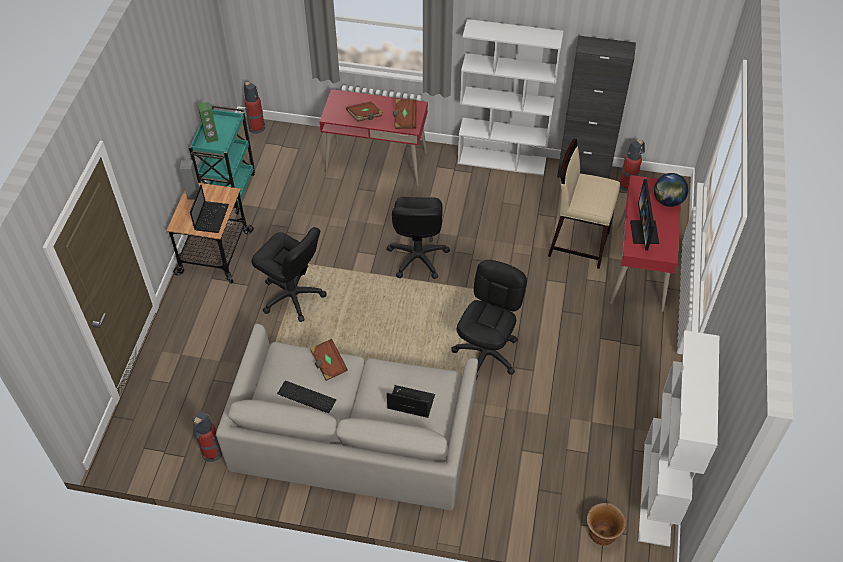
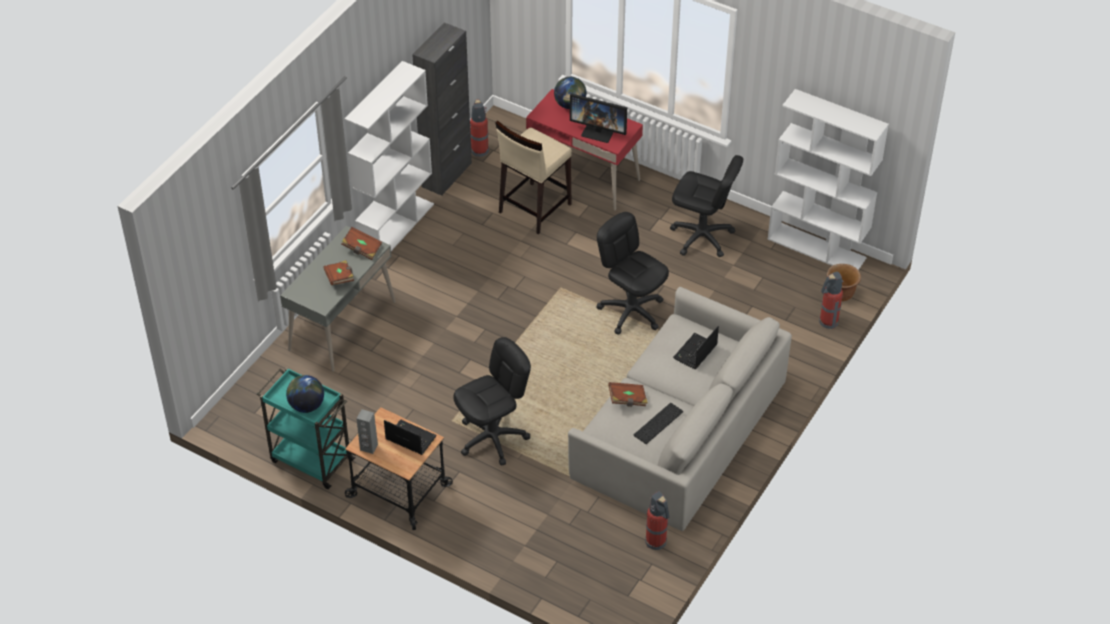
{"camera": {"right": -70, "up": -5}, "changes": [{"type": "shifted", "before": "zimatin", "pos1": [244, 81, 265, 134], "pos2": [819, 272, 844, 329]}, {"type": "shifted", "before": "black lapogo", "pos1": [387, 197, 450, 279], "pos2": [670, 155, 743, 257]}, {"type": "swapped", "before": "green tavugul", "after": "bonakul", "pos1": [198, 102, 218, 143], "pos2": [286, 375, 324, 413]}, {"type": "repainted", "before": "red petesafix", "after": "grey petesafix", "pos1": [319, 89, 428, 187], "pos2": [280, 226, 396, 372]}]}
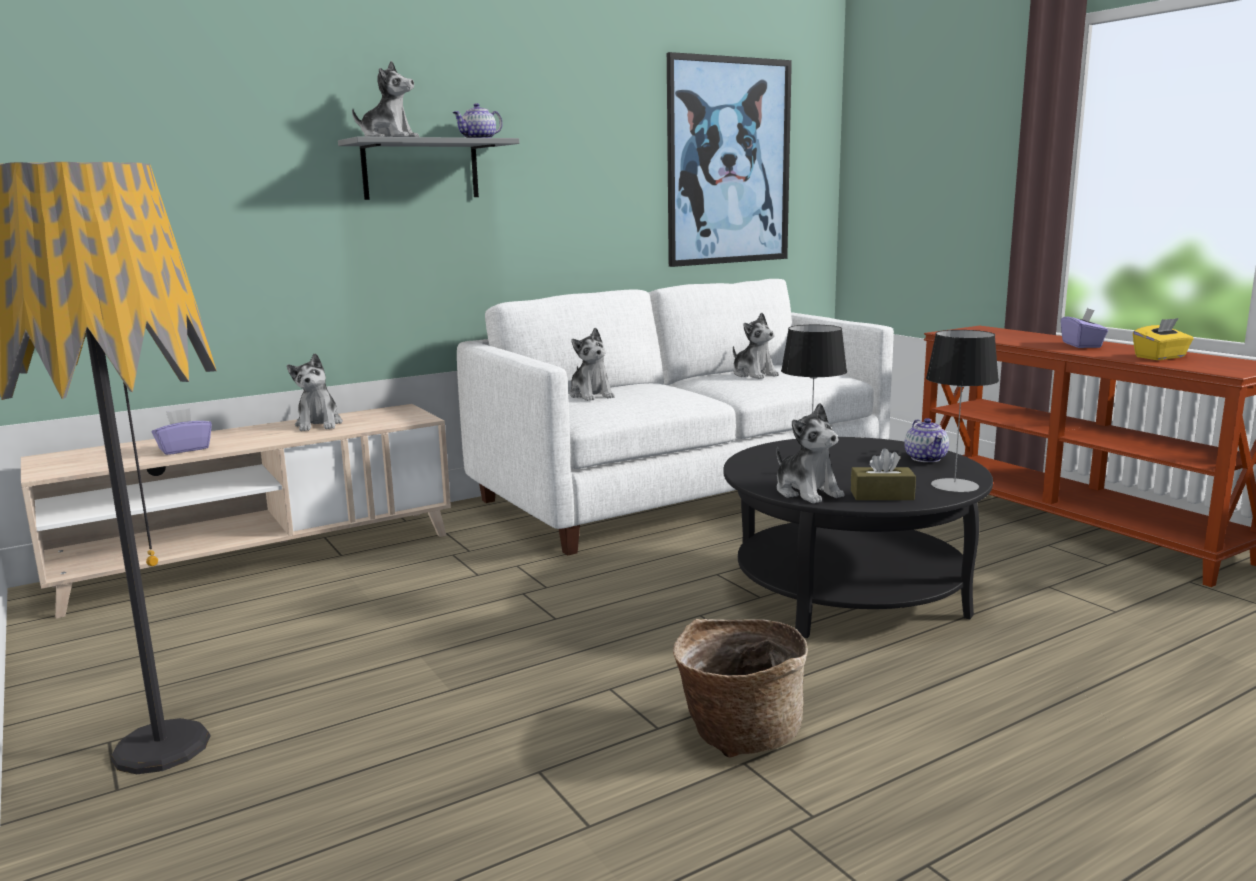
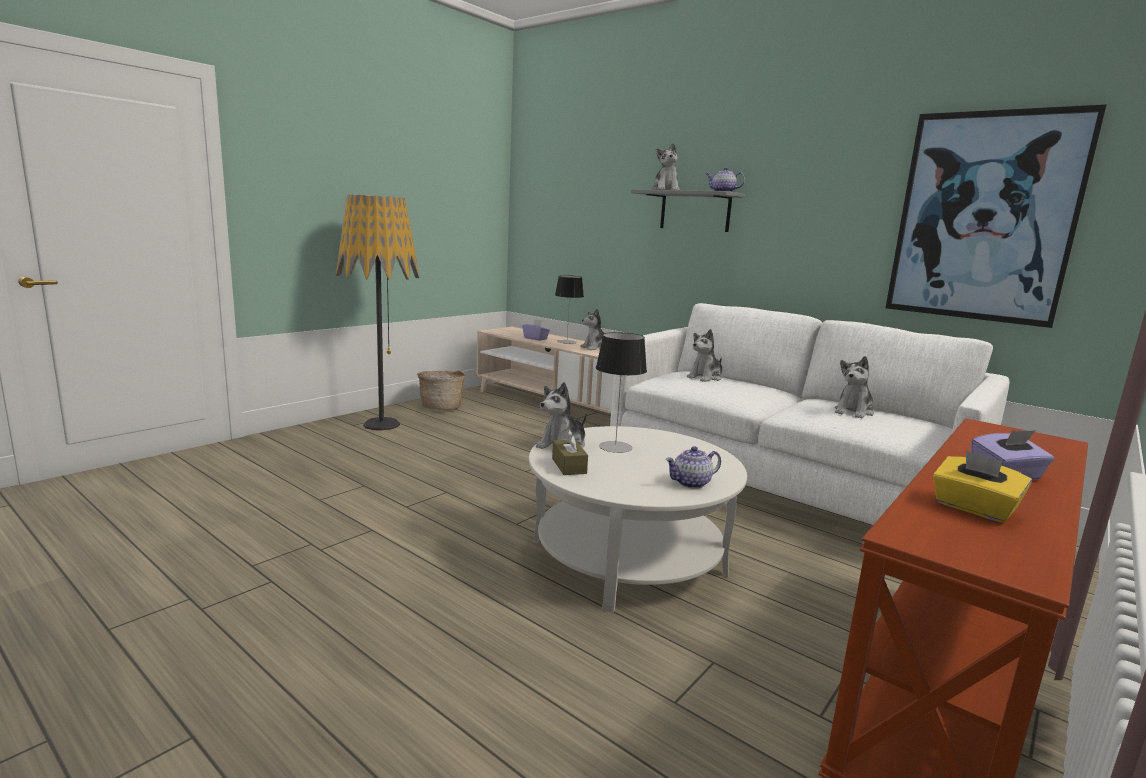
{"camera": {"right": 70, "up": 0}, "changes": [{"type": "shifted", "before": "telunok", "pos1": [673, 619, 808, 758], "pos2": [417, 370, 466, 410]}, {"type": "shifted", "before": "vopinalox", "pos1": [926, 330, 999, 492], "pos2": [555, 275, 584, 344]}, {"type": "repainted", "before": "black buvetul", "after": "white buvetul", "pos1": [723, 437, 993, 638], "pos2": [529, 426, 747, 612]}]}
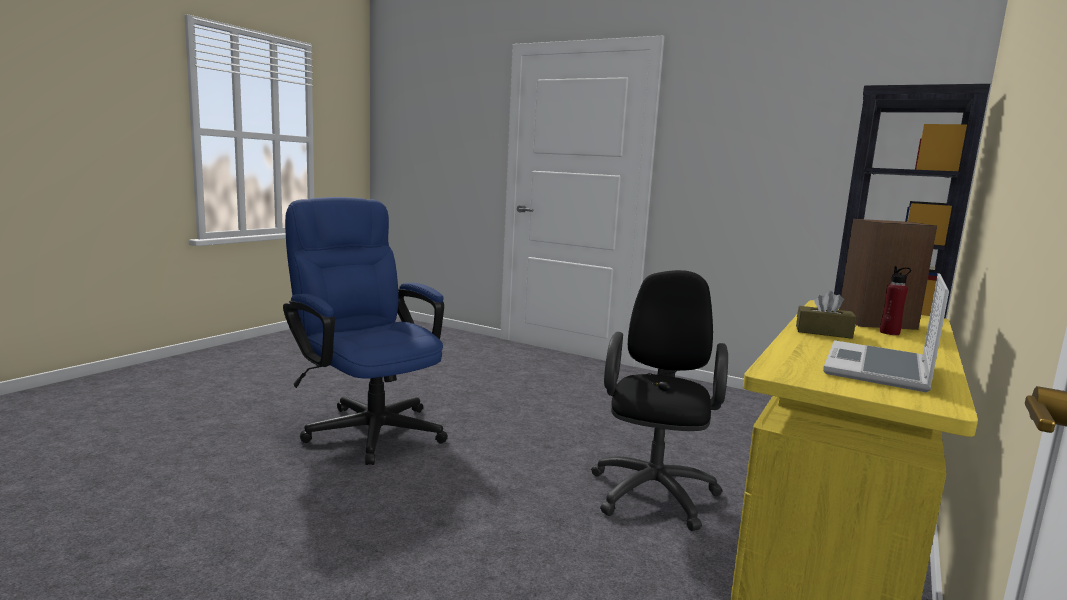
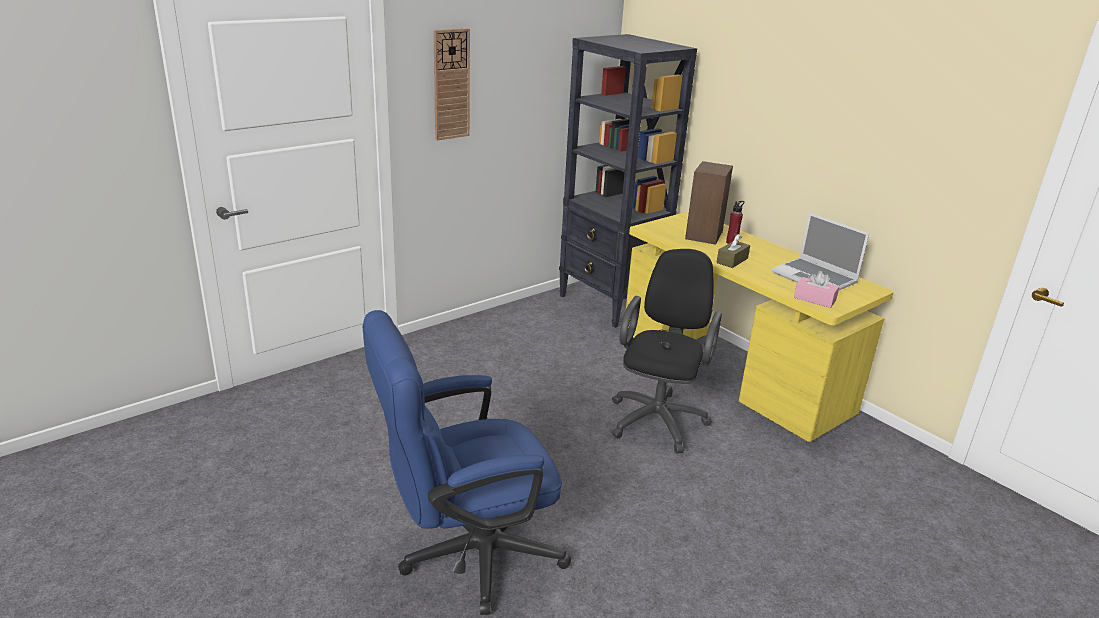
{"camera": {"right": -70, "up": 15}, "changes": [{"type": "new", "after": "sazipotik", "pos2": [433, 28, 470, 141]}, {"type": "new", "after": "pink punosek", "pos2": [794, 271, 839, 308]}, {"type": "rotated", "before": "black lapogo", "pos1": [591, 270, 728, 531], "pos2": [611, 249, 722, 454], "turn": 75}]}
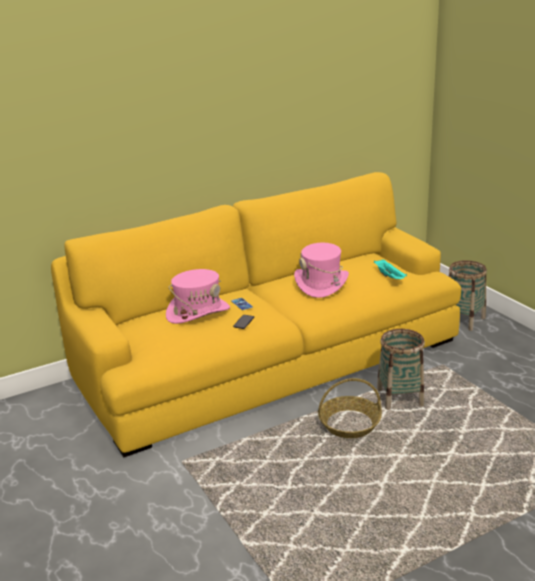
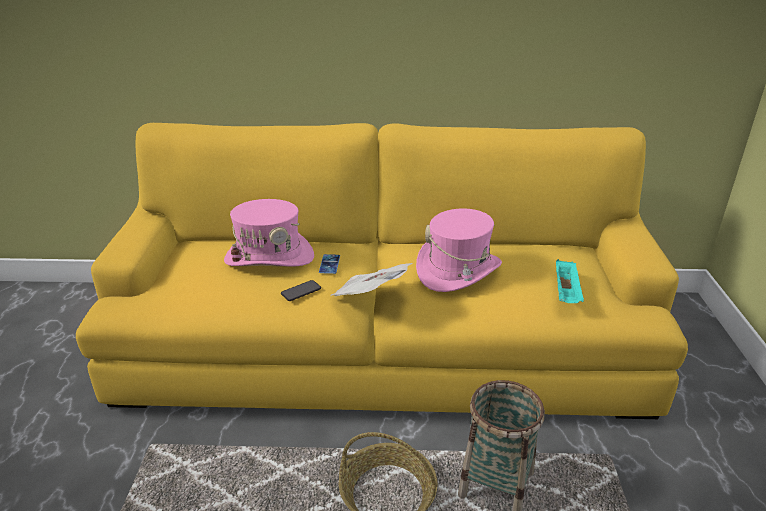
{"camera": {"right": 30, "up": 5}, "changes": [{"type": "gone", "before": "telunok", "pos1": [449, 260, 487, 331]}, {"type": "new", "after": "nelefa", "pos2": [330, 263, 412, 296]}]}
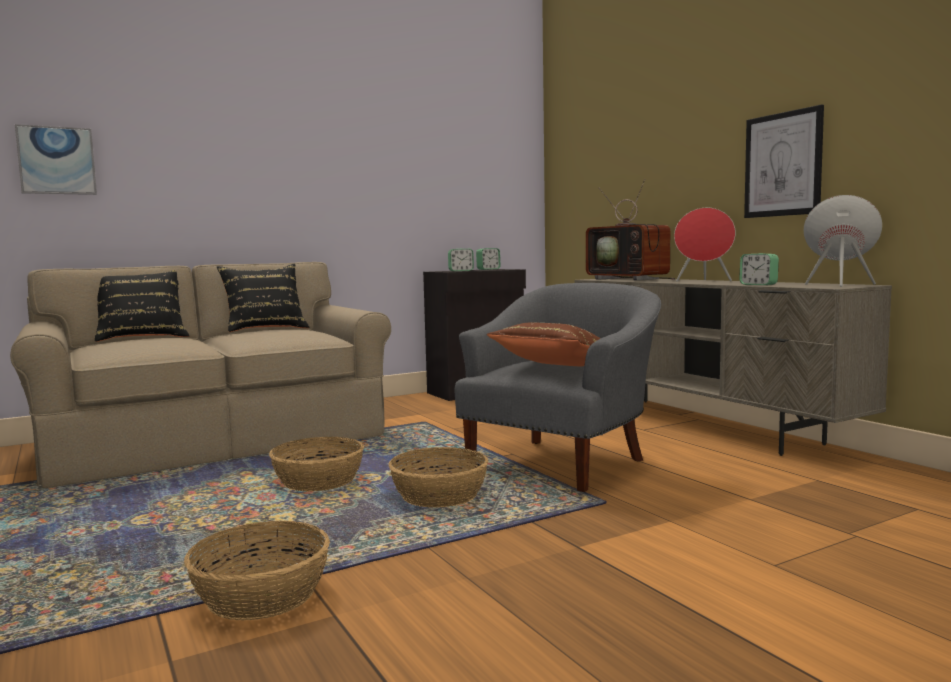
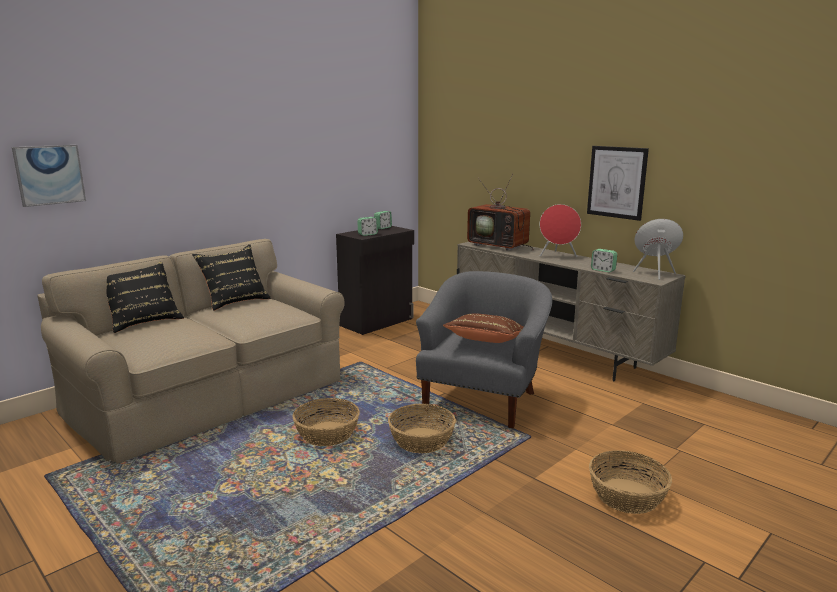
{"camera": {"right": -15, "up": 10}, "changes": [{"type": "shifted", "before": "telunok", "pos1": [184, 521, 330, 620], "pos2": [589, 450, 672, 514]}]}
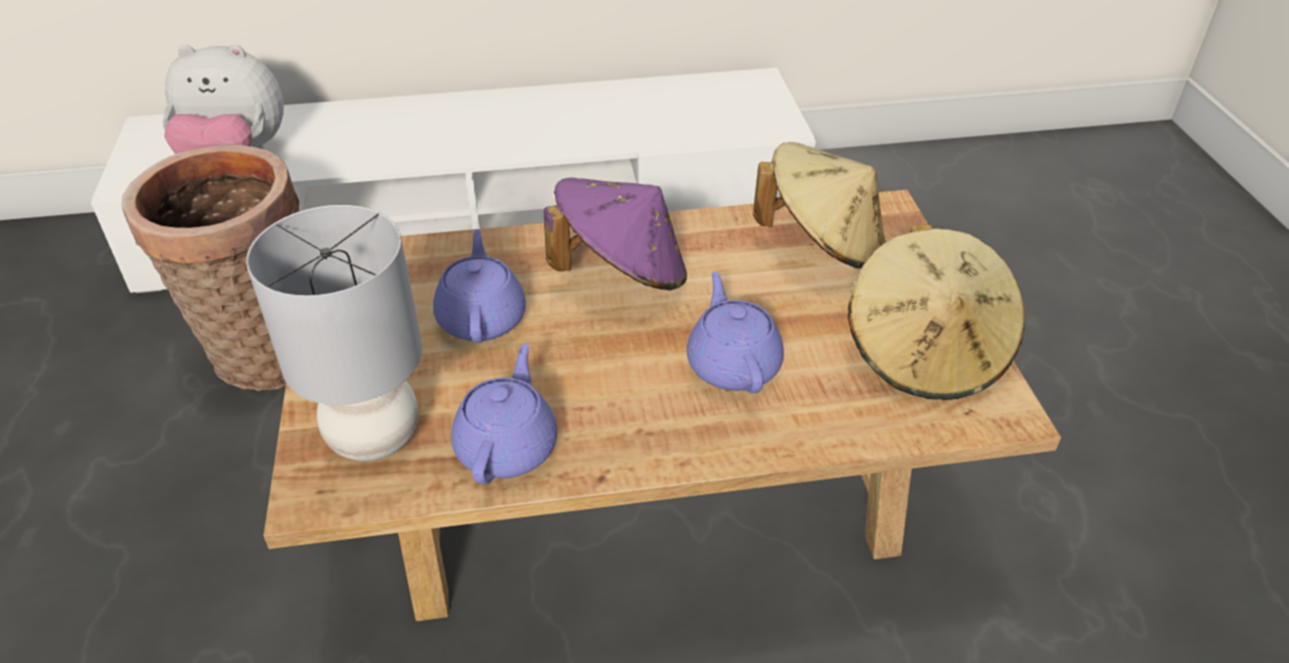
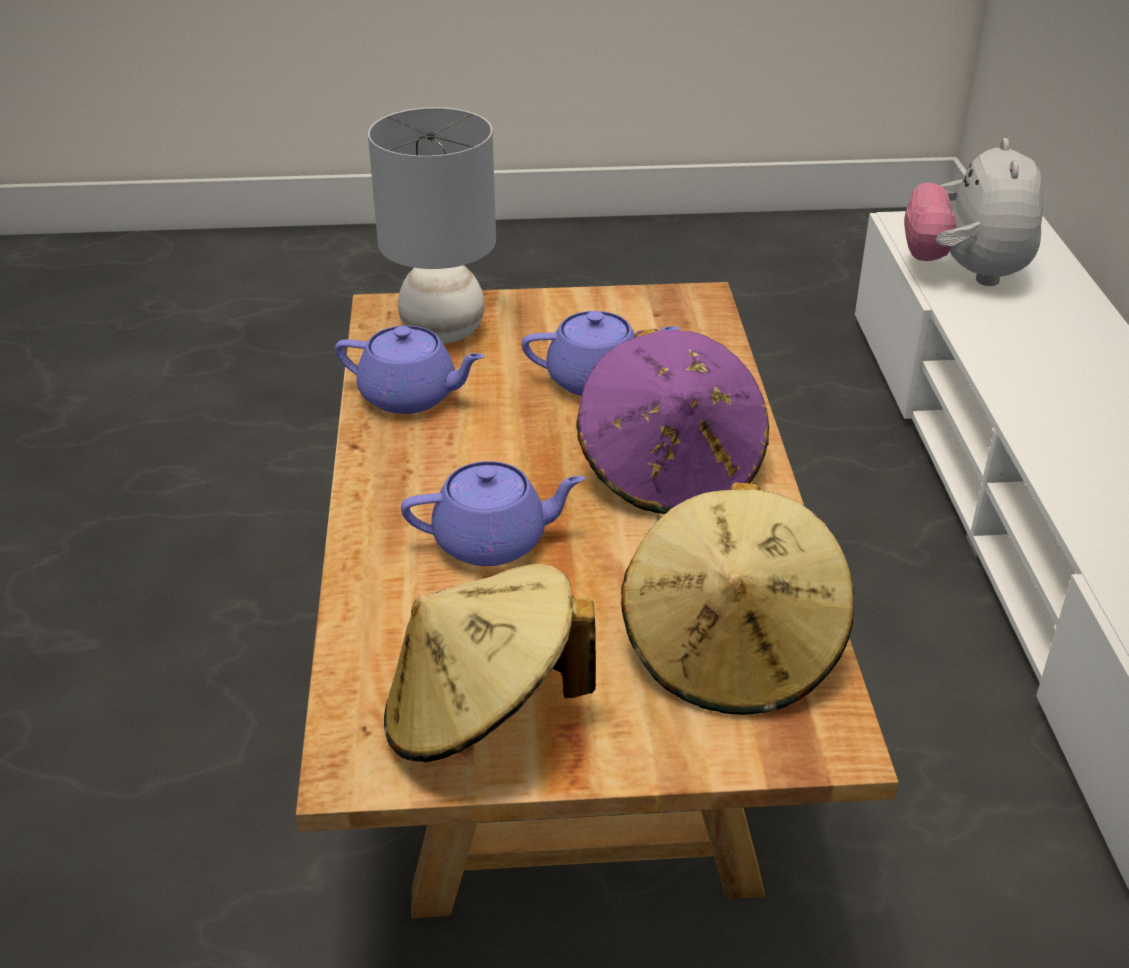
{"camera": {"right": 95, "up": -5}, "changes": [{"type": "gone", "before": "telunok", "pos1": [122, 145, 299, 391]}]}
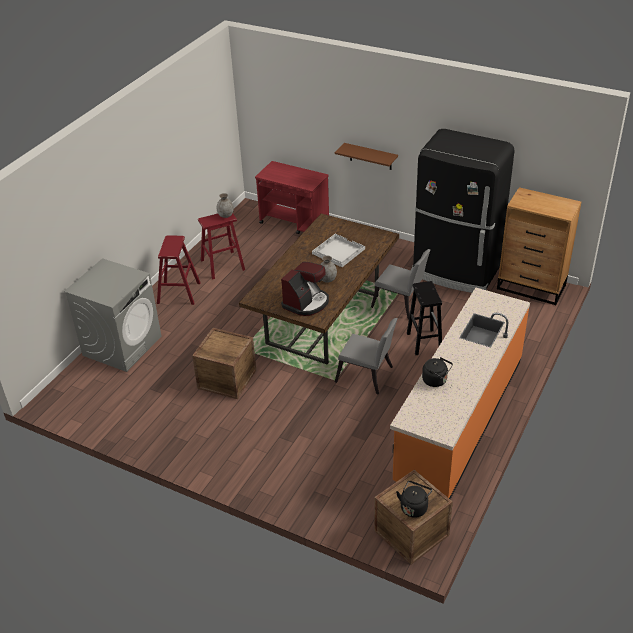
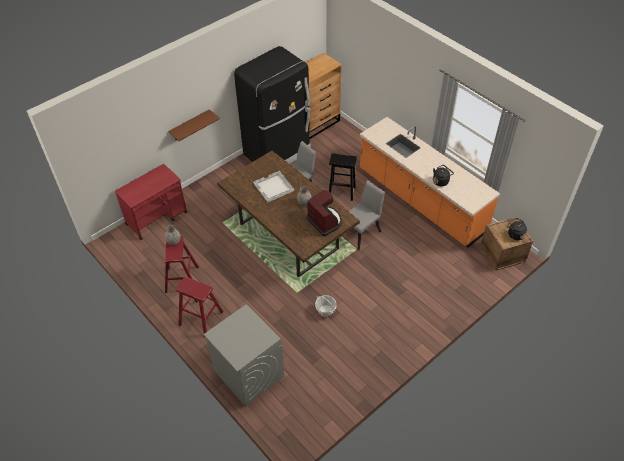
{"camera": {"right": -70, "up": 10}, "changes": [{"type": "swapped", "before": "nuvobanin", "after": "telunok", "pos1": [192, 328, 256, 399], "pos2": [315, 295, 337, 317]}]}
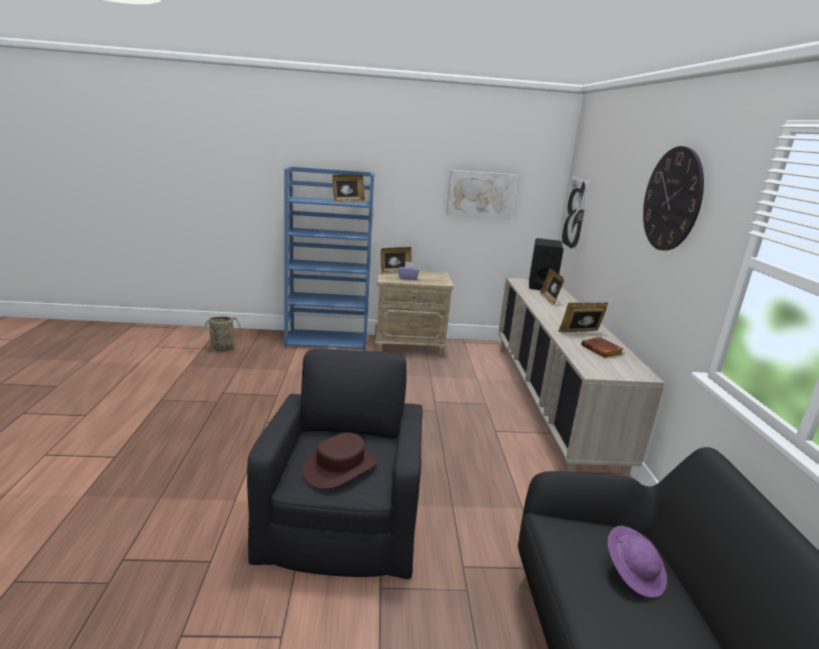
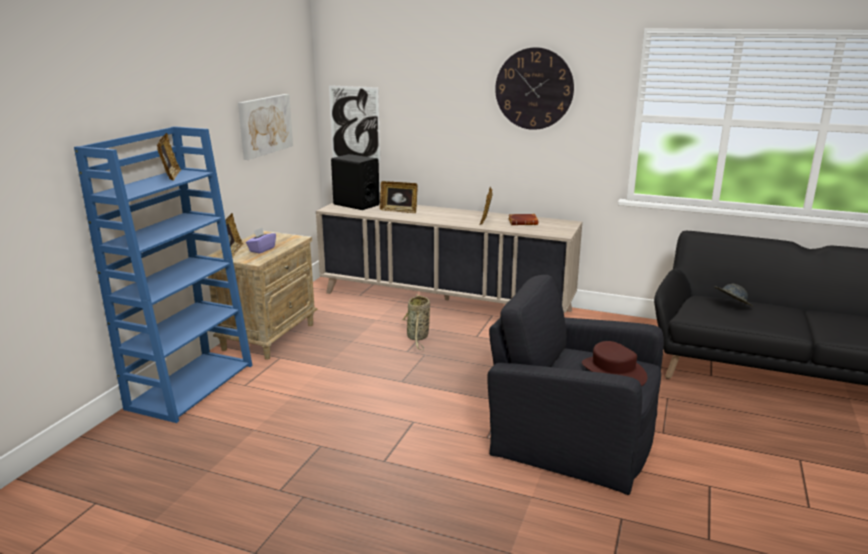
{"camera": {"right": -65, "up": 0}, "changes": [{"type": "shifted", "before": "telunok", "pos1": [187, 316, 246, 352], "pos2": [403, 294, 430, 350]}, {"type": "repainted", "before": "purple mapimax", "after": "grey mapimax", "pos1": [607, 526, 667, 598], "pos2": [714, 284, 754, 307]}]}
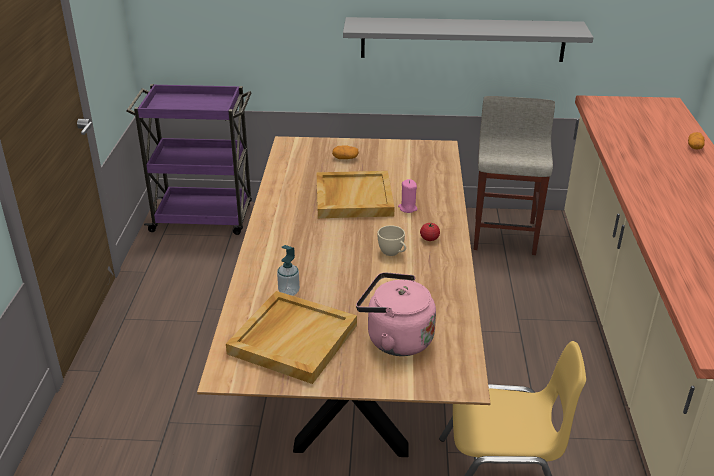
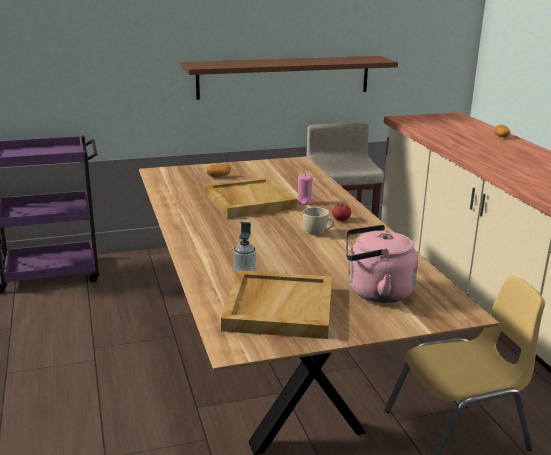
{"camera": {"right": -20, "up": -10}, "changes": [{"type": "repainted", "before": "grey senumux", "after": "brown senumux", "pos1": [343, 17, 594, 62], "pos2": [181, 56, 398, 100]}]}
